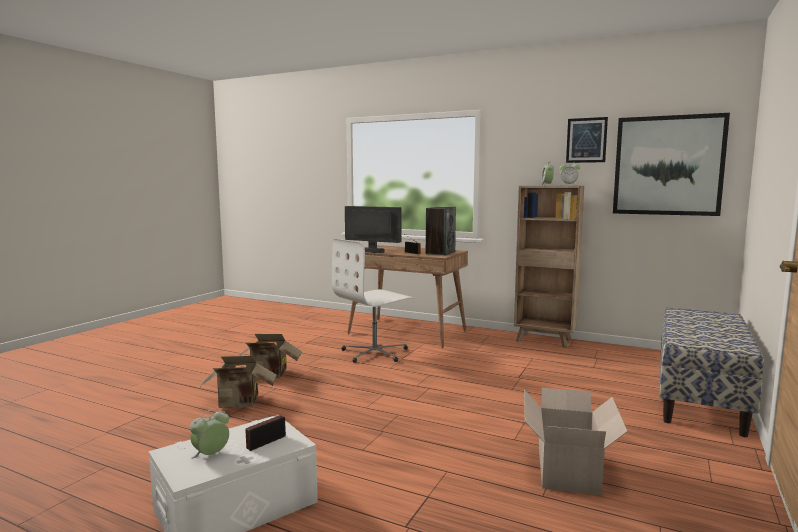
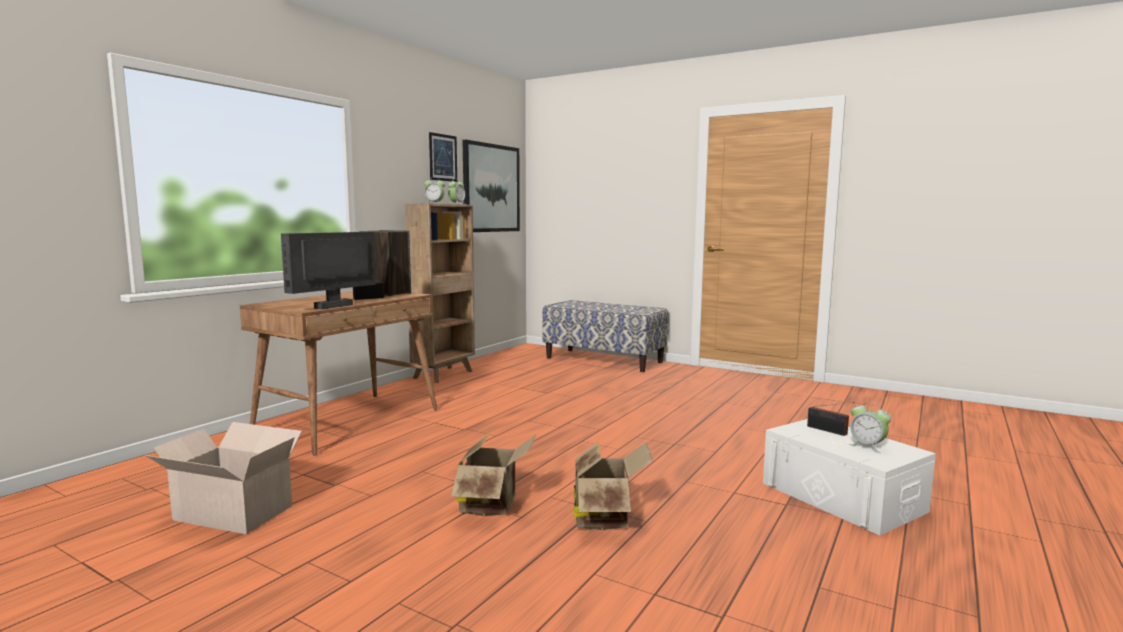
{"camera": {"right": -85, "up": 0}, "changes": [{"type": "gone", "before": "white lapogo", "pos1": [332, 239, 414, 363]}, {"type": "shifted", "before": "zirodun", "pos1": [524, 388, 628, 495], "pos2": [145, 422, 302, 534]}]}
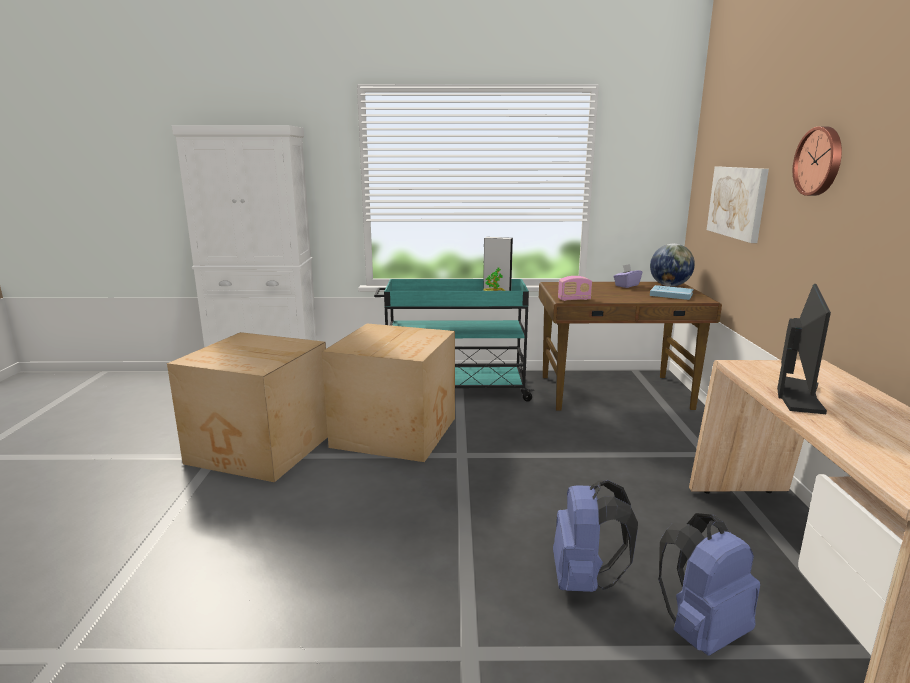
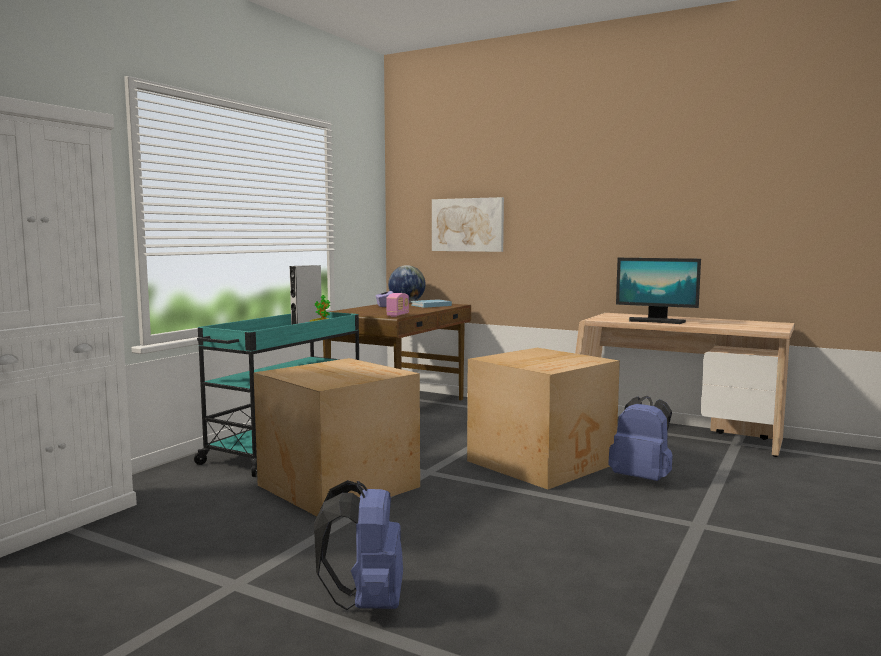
{"camera": {"right": -60, "up": -10}, "changes": [{"type": "gone", "before": "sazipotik", "pos1": [793, 126, 842, 196]}, {"type": "shifted", "before": "zirodun", "pos1": [167, 332, 328, 482], "pos2": [467, 348, 620, 490]}, {"type": "shifted", "before": "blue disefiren", "pos1": [659, 513, 760, 656], "pos2": [314, 480, 403, 610]}, {"type": "rotated", "before": "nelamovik", "pos1": [777, 284, 831, 414], "pos2": [616, 258, 701, 324], "turn": 150}]}
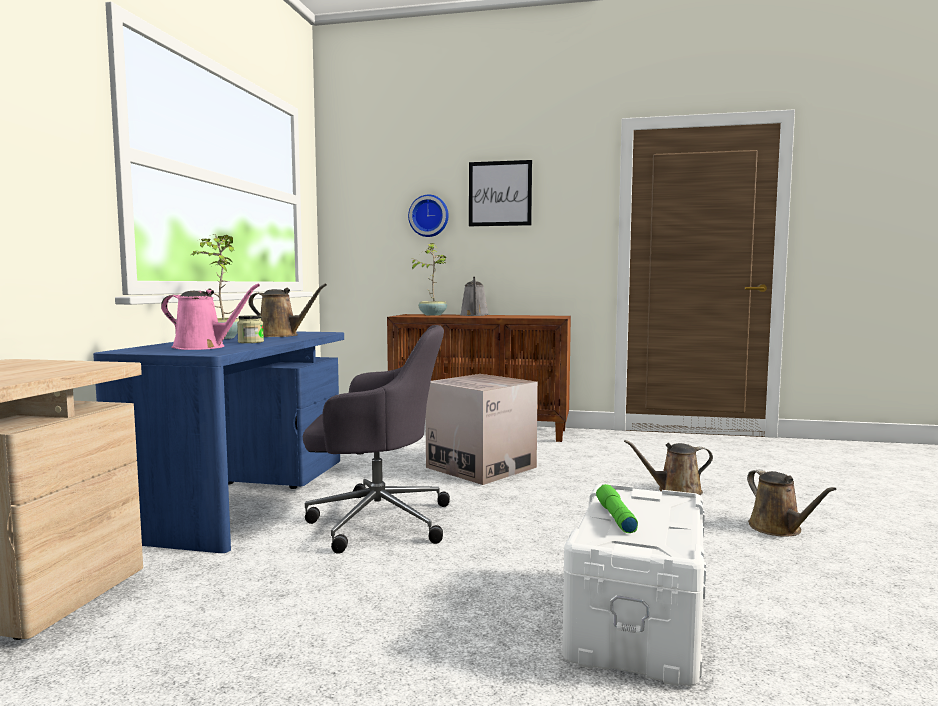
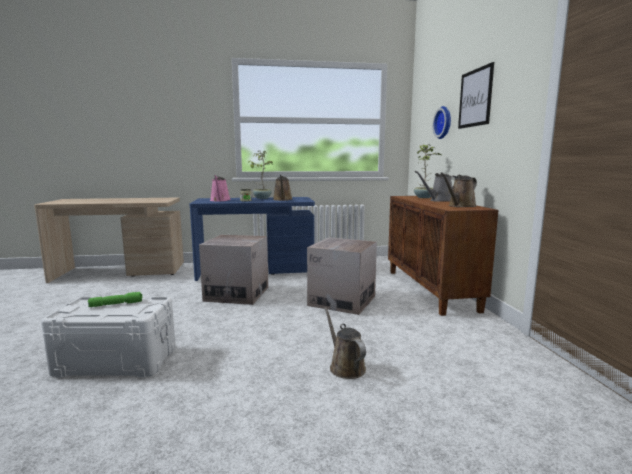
{"camera": {"right": 70, "up": 5}, "changes": [{"type": "shifted", "before": "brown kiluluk", "pos1": [747, 469, 836, 537], "pos2": [440, 172, 477, 207]}, {"type": "swapped", "before": "grey lapogo", "after": "zirodun", "pos1": [303, 325, 450, 554], "pos2": [199, 235, 268, 305]}]}
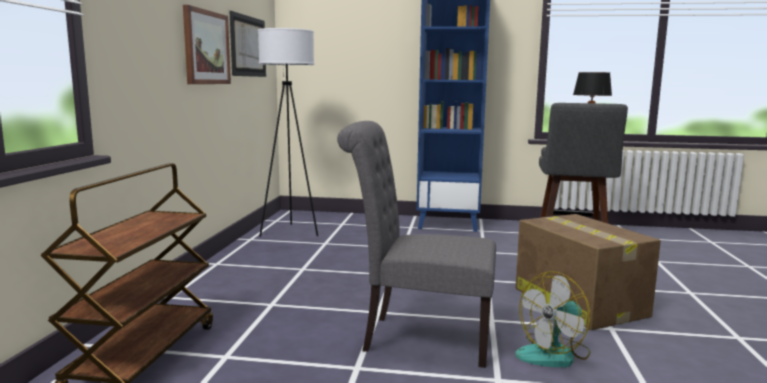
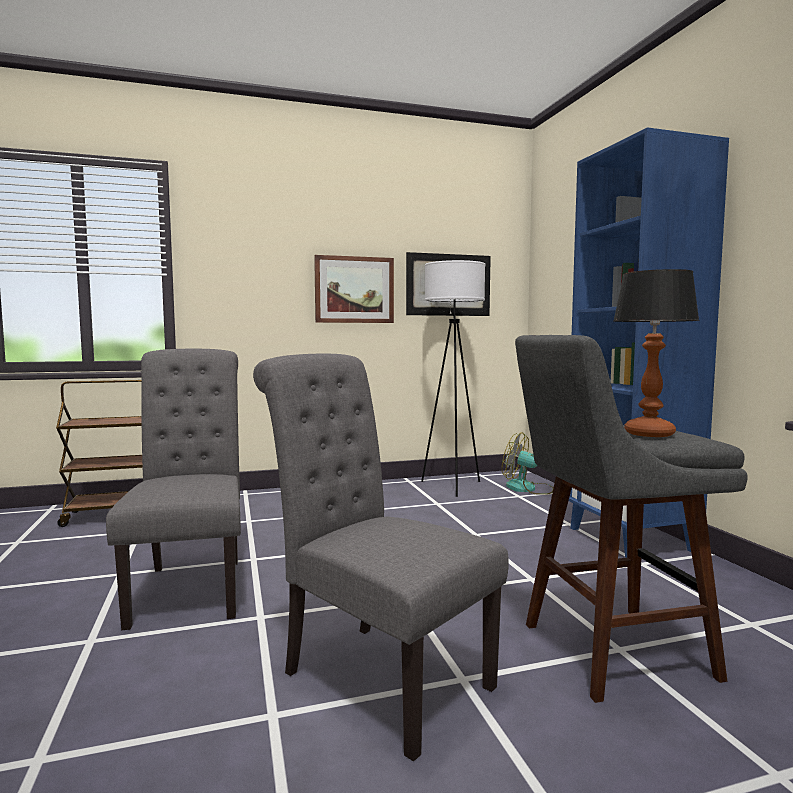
{"camera": {"right": 65, "up": -5}, "changes": [{"type": "shifted", "before": "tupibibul", "pos1": [515, 271, 591, 367], "pos2": [502, 432, 553, 495]}, {"type": "swapped", "before": "zirodun", "after": "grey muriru", "pos1": [515, 214, 661, 330], "pos2": [253, 354, 509, 762]}]}
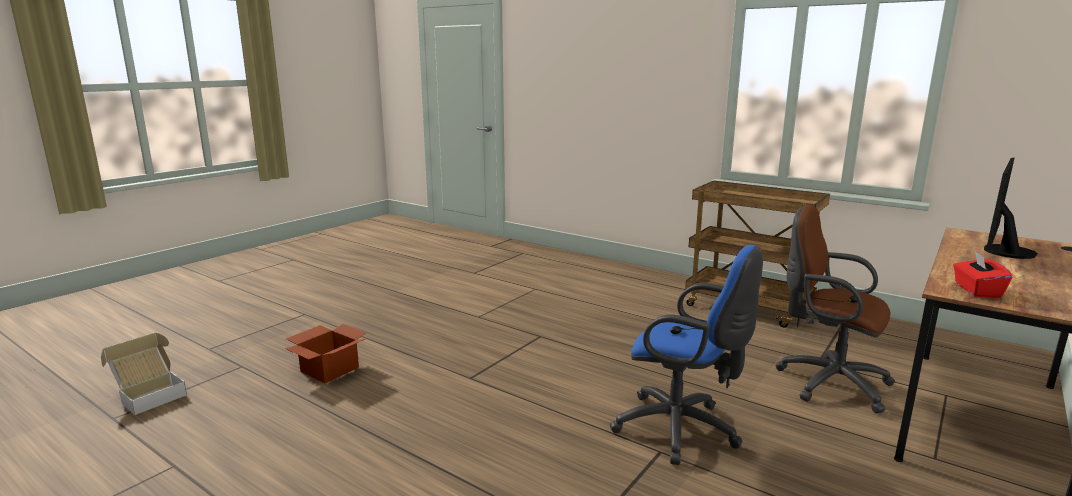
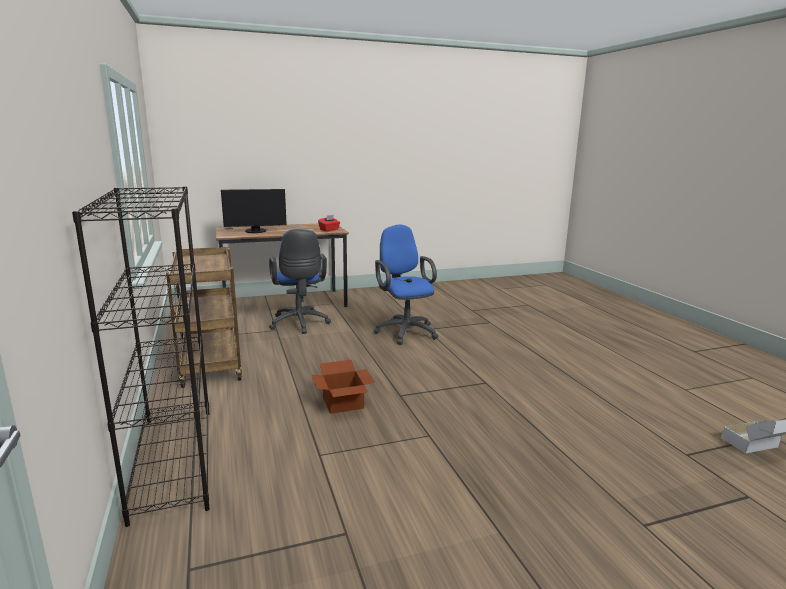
{"camera": {"right": -145, "up": 0}, "changes": [{"type": "new", "after": "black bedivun", "pos2": [72, 186, 210, 527]}, {"type": "shifted", "before": "zirodun", "pos1": [285, 324, 367, 383], "pos2": [312, 360, 375, 414]}, {"type": "repainted", "before": "brown lapogo", "after": "blue lapogo", "pos1": [776, 205, 895, 413], "pos2": [269, 229, 331, 334]}]}
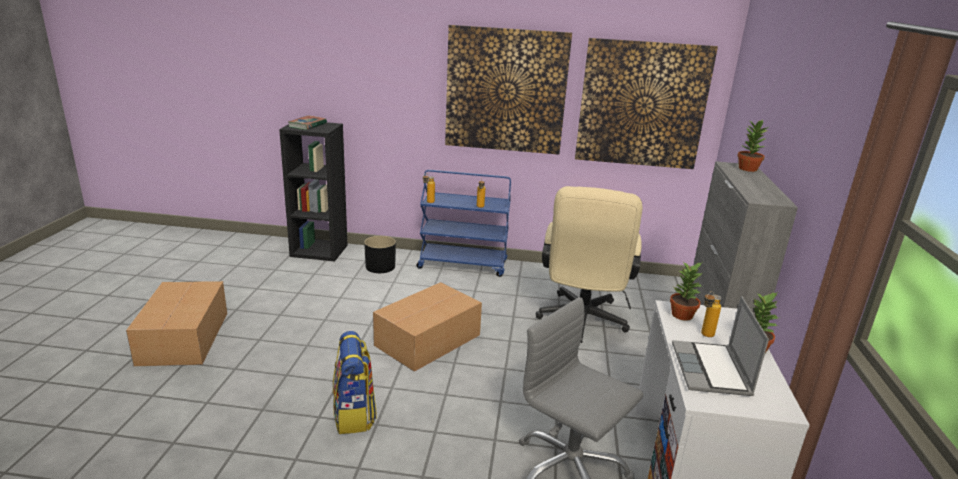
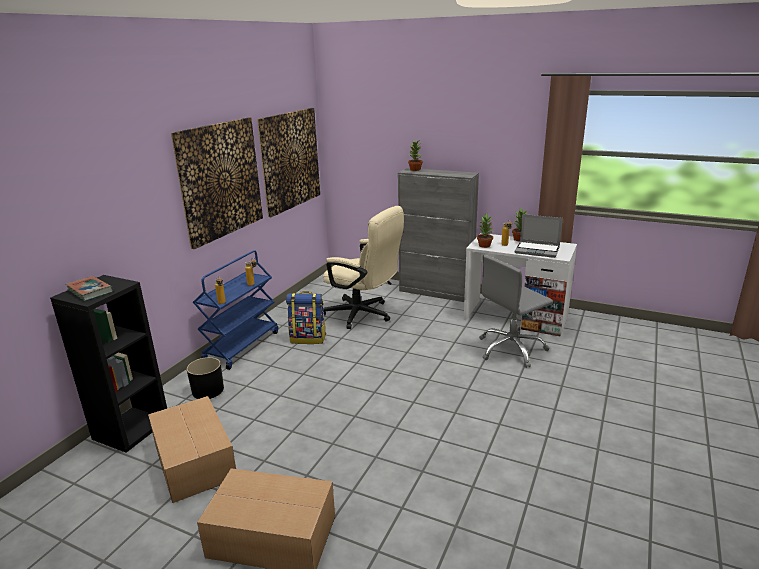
{"camera": {"right": -70, "up": 0}, "changes": [{"type": "shifted", "before": "disefiren", "pos1": [333, 331, 377, 434], "pos2": [286, 291, 326, 344]}, {"type": "shifted", "before": "zirodun", "pos1": [373, 282, 482, 372], "pos2": [148, 396, 236, 503]}]}
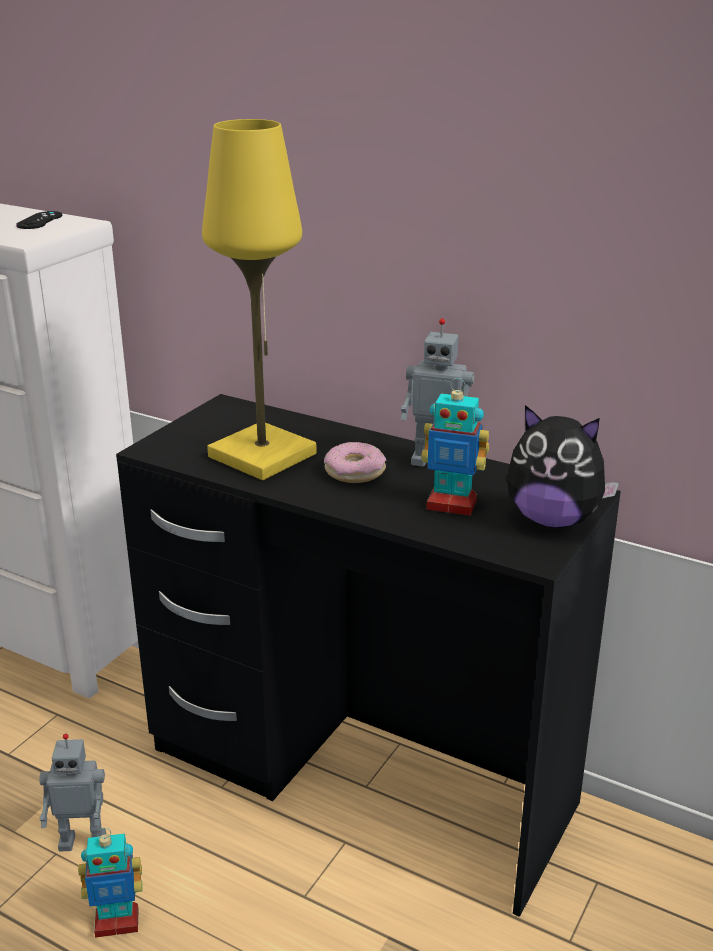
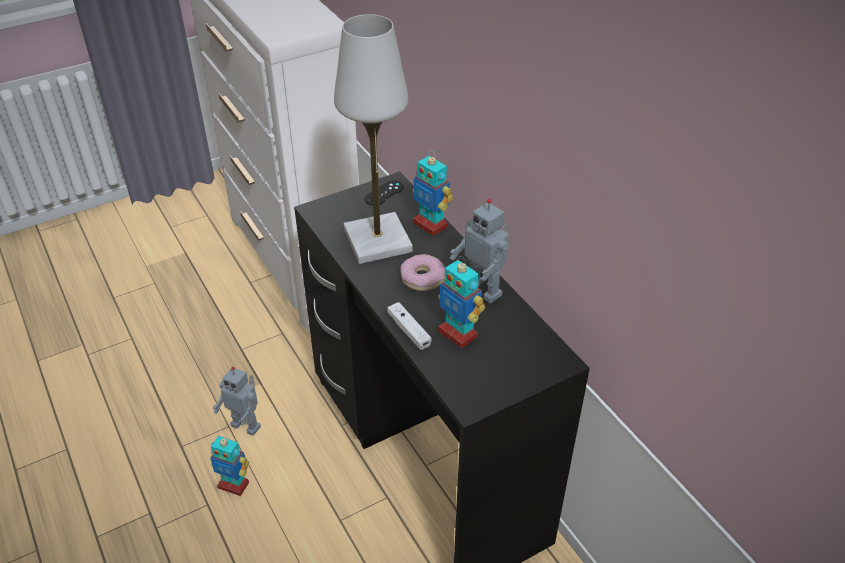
{"camera": {"right": 30, "up": 15}, "changes": [{"type": "gone", "before": "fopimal", "pos1": [507, 405, 619, 528]}, {"type": "new", "after": "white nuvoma", "pos2": [387, 302, 431, 350]}, {"type": "new", "after": "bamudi", "pos2": [413, 150, 453, 236]}, {"type": "shifted", "before": "black nuvoma", "pos1": [16, 211, 62, 229], "pos2": [364, 180, 404, 206]}, {"type": "repainted", "before": "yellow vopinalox", "after": "white vopinalox", "pos1": [202, 119, 317, 480], "pos2": [334, 14, 413, 264]}]}
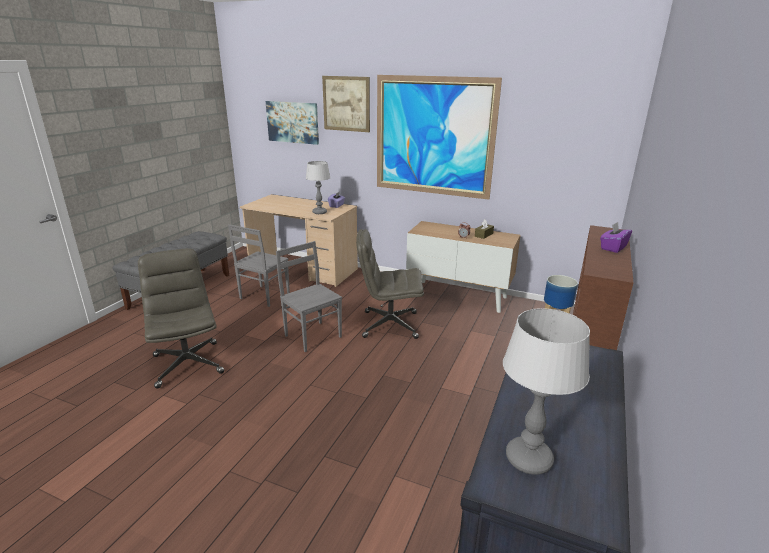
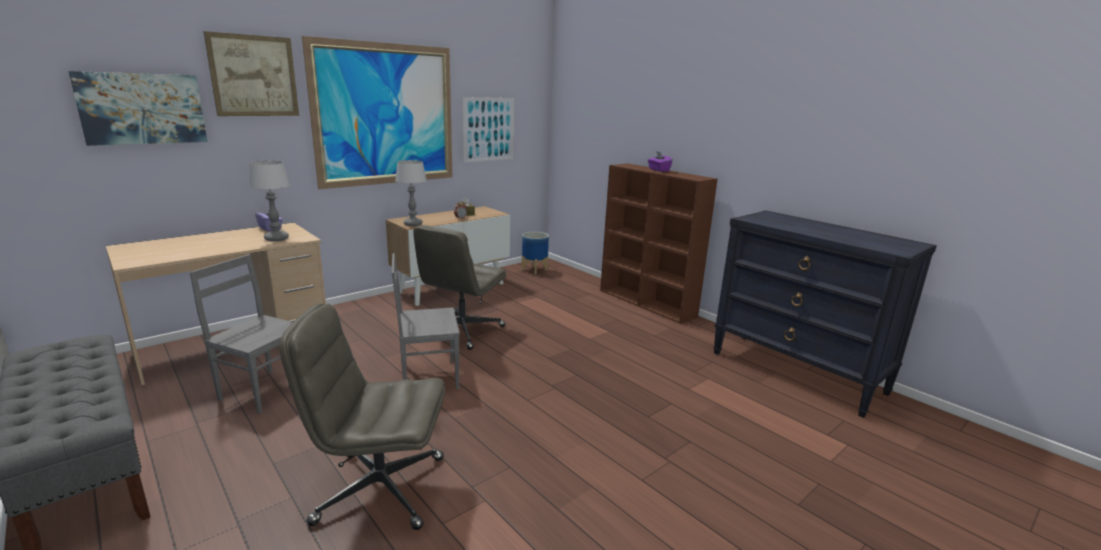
{"camera": {"right": -65, "up": -5}, "changes": [{"type": "new", "after": "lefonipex", "pos2": [462, 97, 514, 162]}, {"type": "shifted", "before": "vopinalox", "pos1": [503, 308, 590, 475], "pos2": [395, 160, 427, 226]}, {"type": "rotated", "before": "grey muriru", "pos1": [228, 224, 290, 307], "pos2": [190, 254, 293, 414], "turn": 150}]}
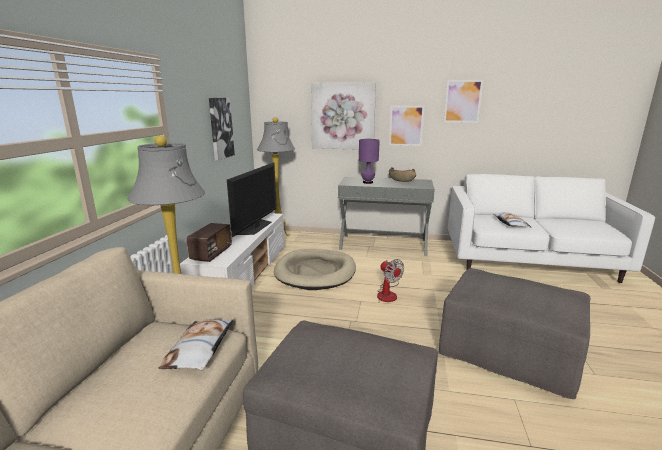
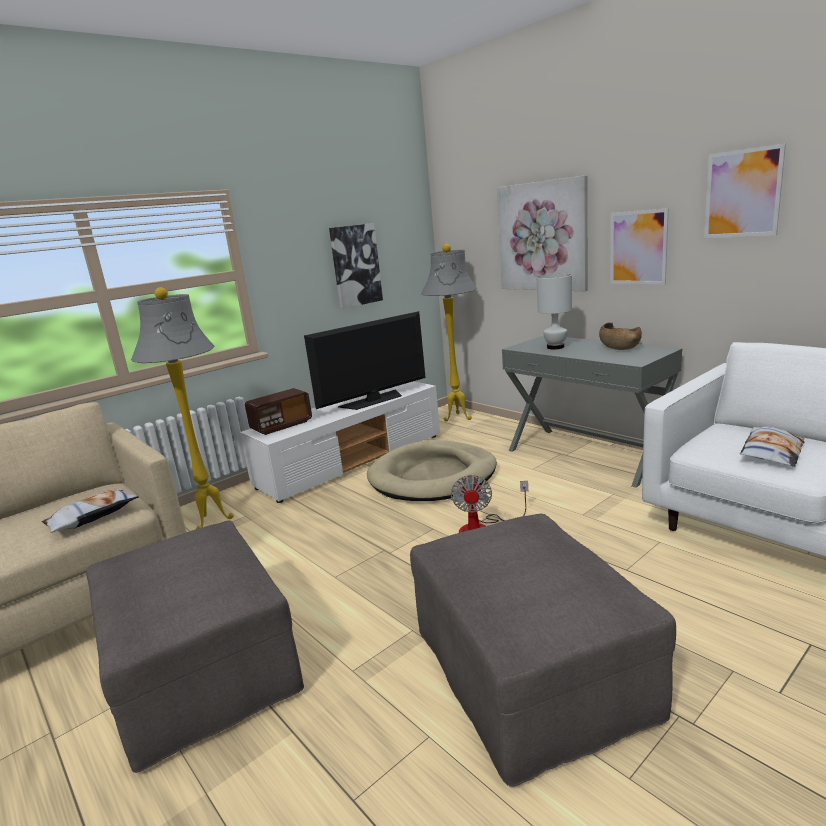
{"camera": {"right": 40, "up": 0}, "changes": [{"type": "repainted", "before": "purple vopinalox", "after": "white vopinalox", "pos1": [359, 139, 380, 184], "pos2": [537, 274, 572, 349]}]}
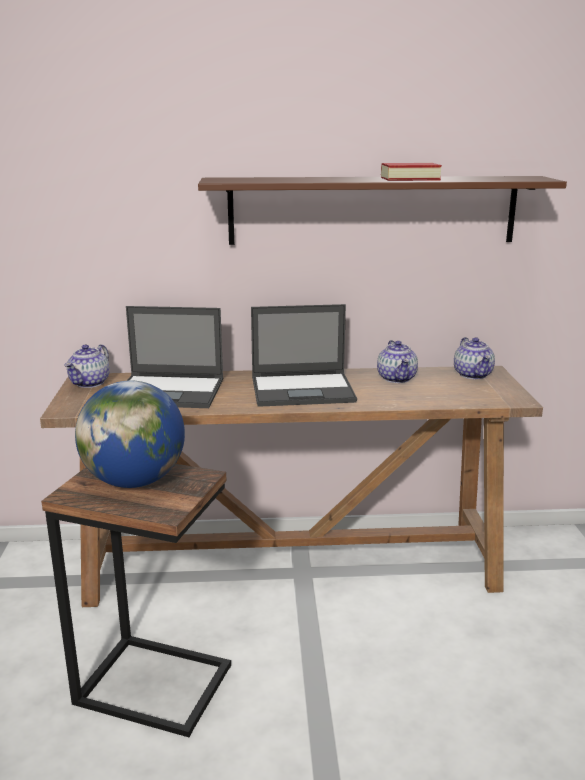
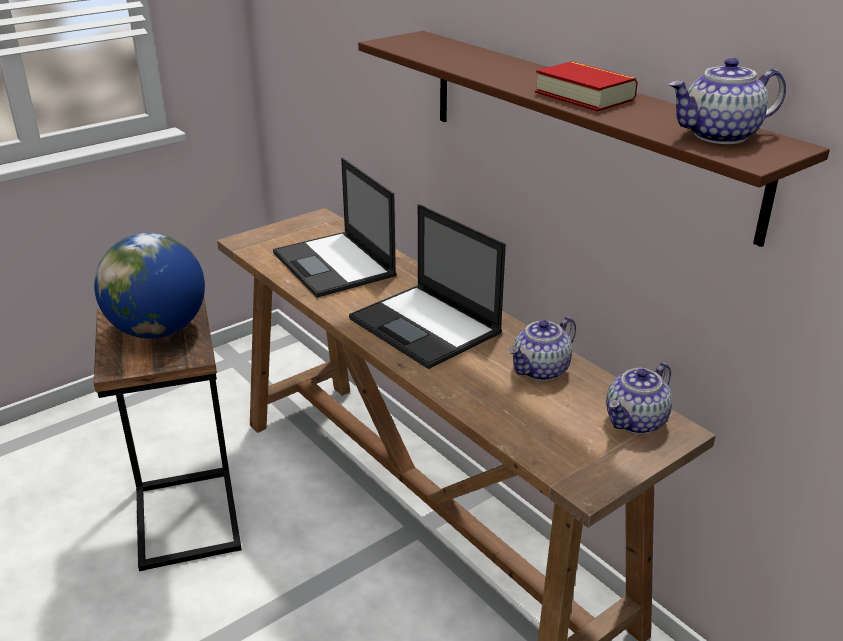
{"camera": {"right": 55, "up": 10}, "changes": [{"type": "shifted", "before": "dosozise", "pos1": [64, 344, 110, 388], "pos2": [668, 58, 786, 144]}]}
